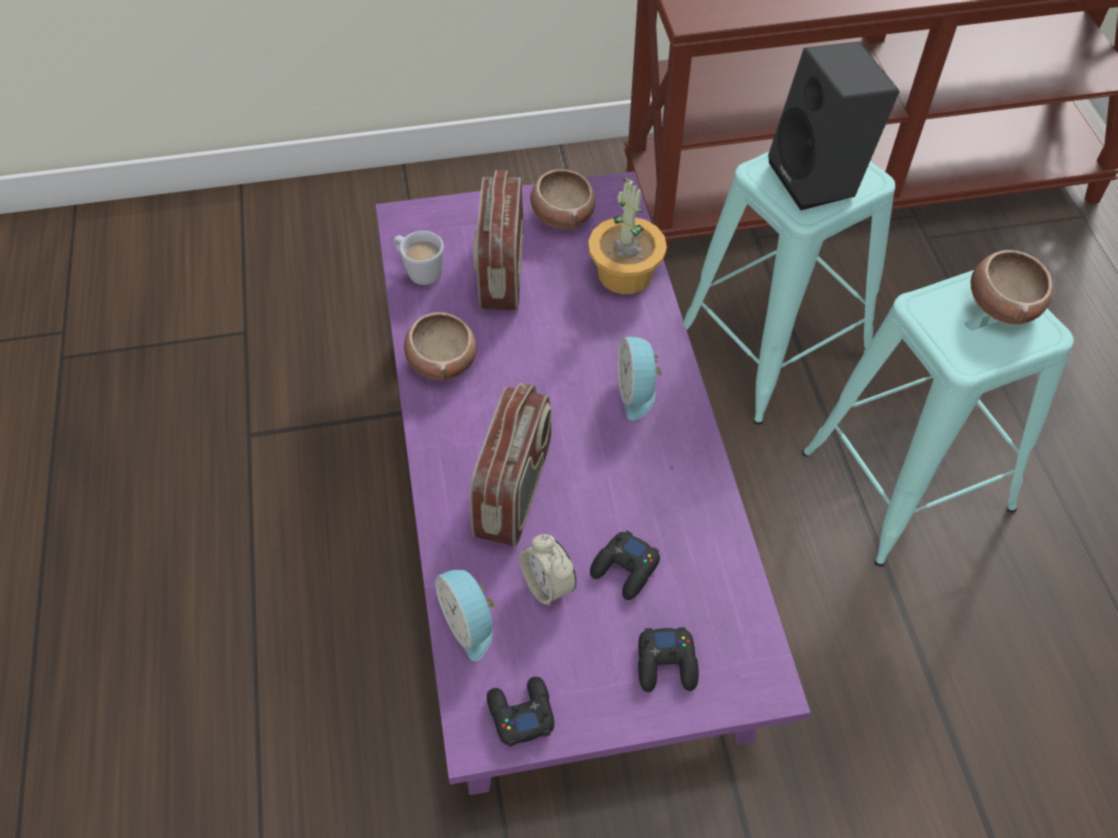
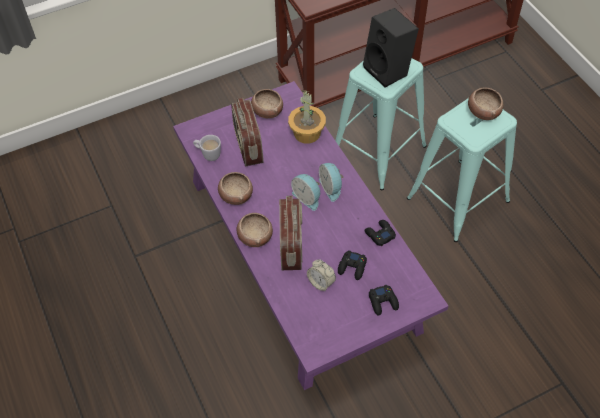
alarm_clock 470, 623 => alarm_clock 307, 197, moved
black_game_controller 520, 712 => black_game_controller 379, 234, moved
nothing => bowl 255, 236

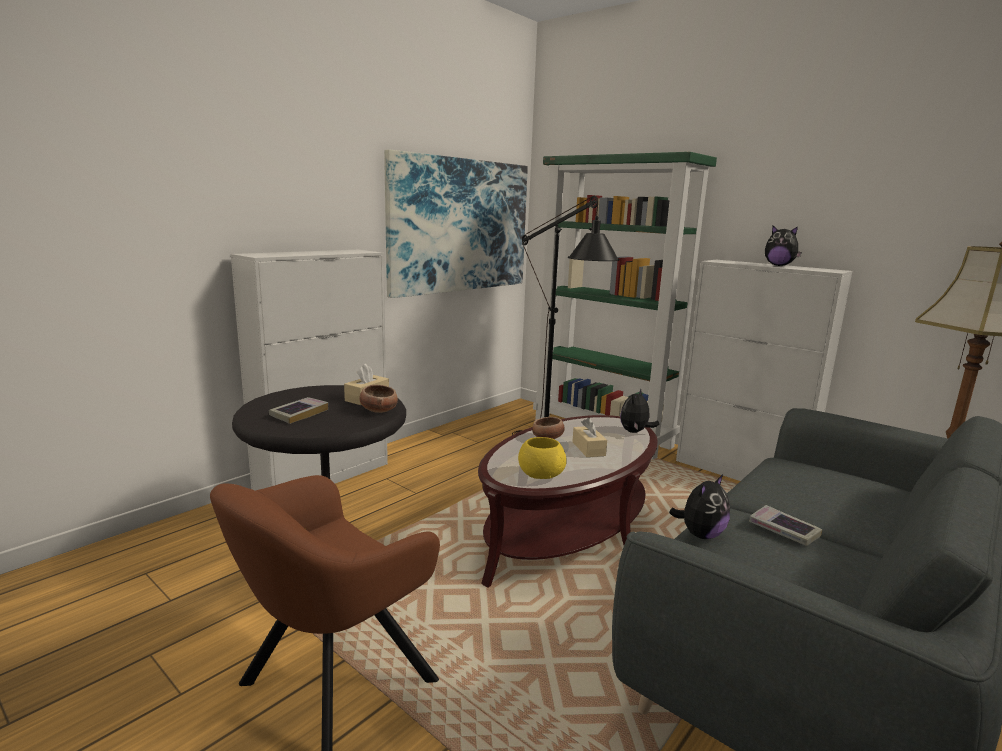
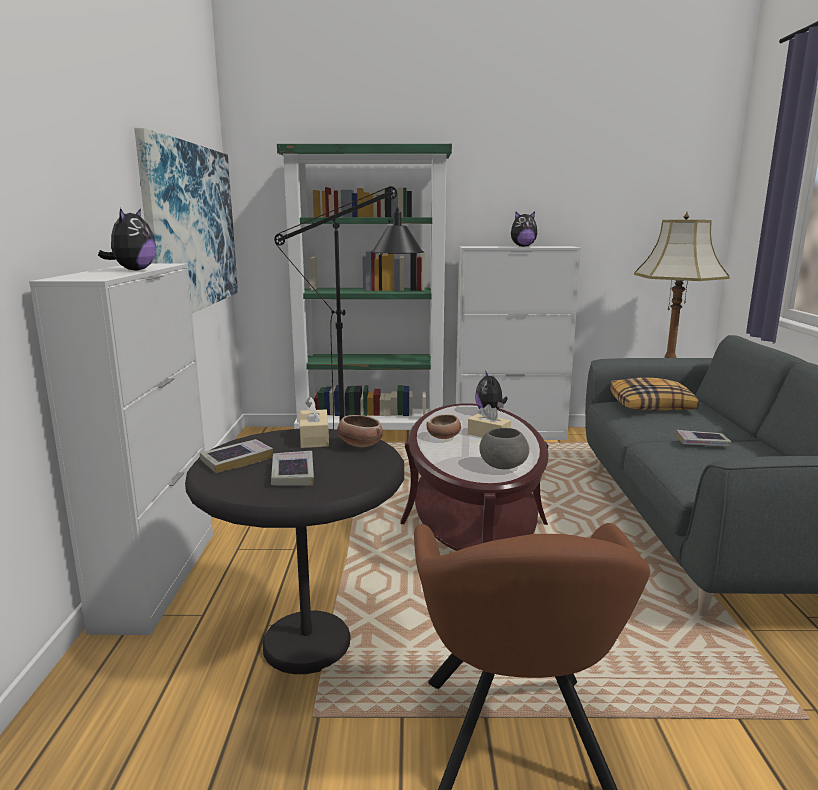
yellow_bowl 540, 475 => grey_bowl 502, 466
plush_toy 700, 534 => plush_toy 133, 270, moved
nothing => pillow 651, 405
nothing => book 237, 460

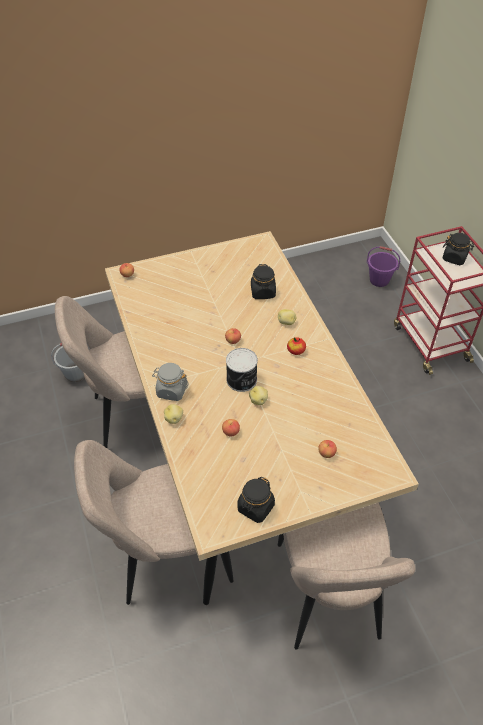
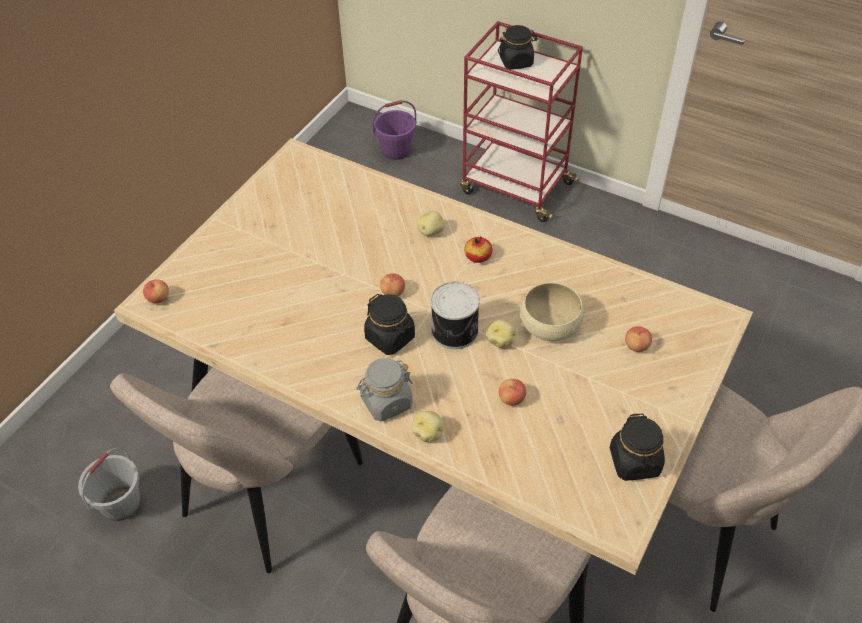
black_jar 263, 292 => black_jar 390, 337, moved
nothing => beige_bowl 550, 324

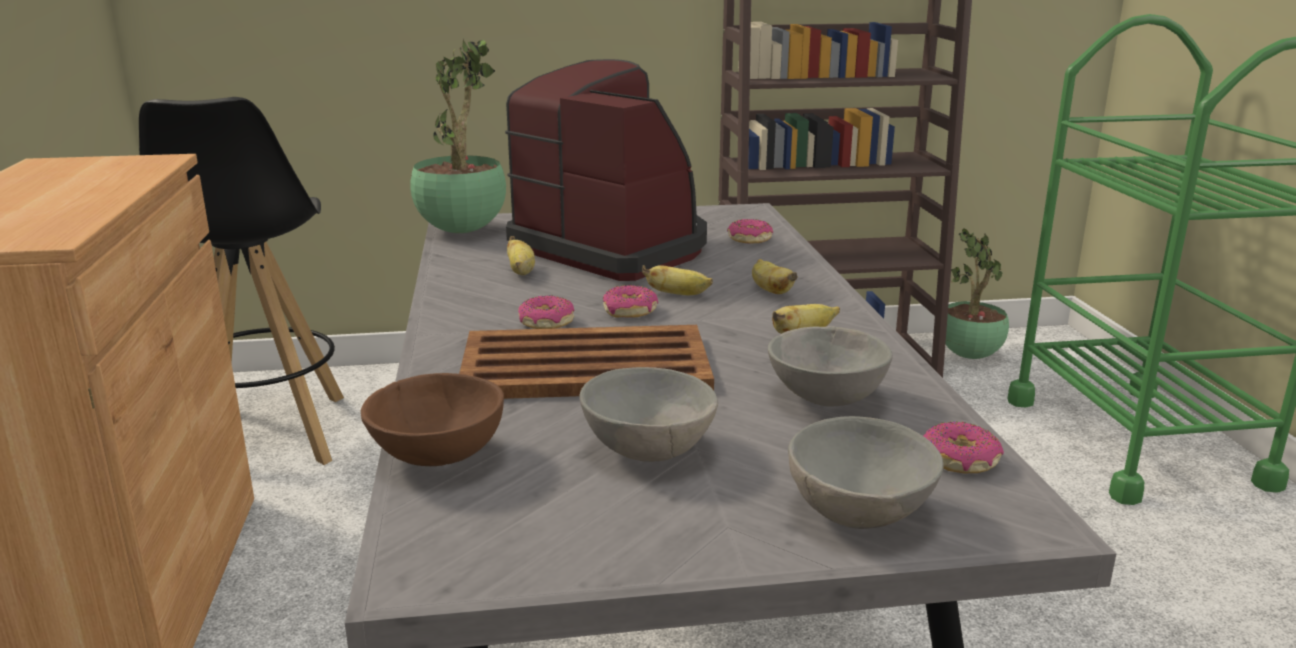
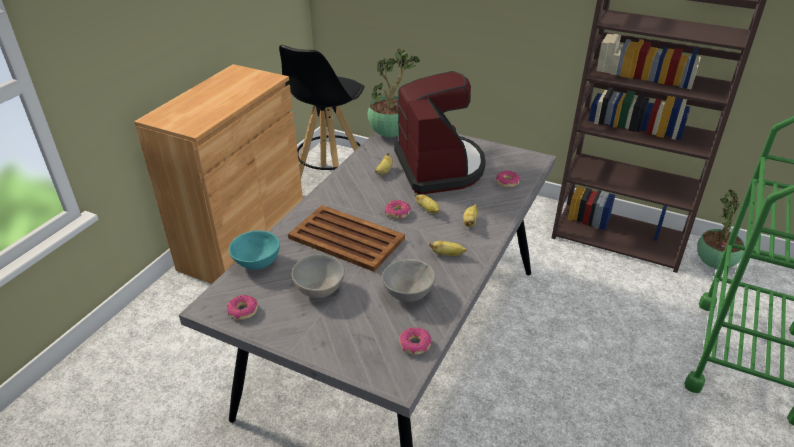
donut 546, 322 => donut 243, 311, moved
brown_bowl 437, 458 => turquoise_bowl 256, 263
grey_bowl 861, 513 => nothing

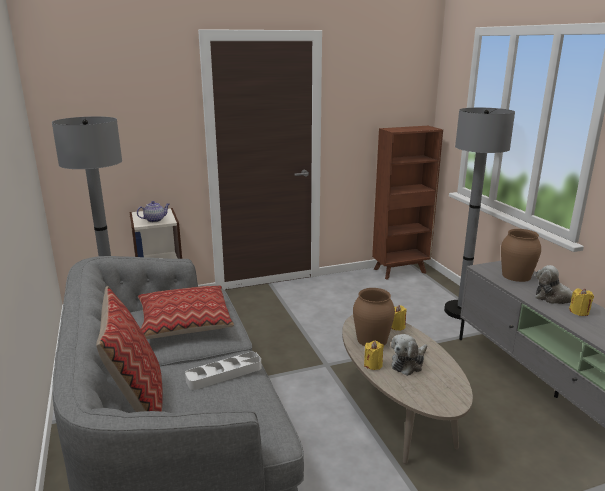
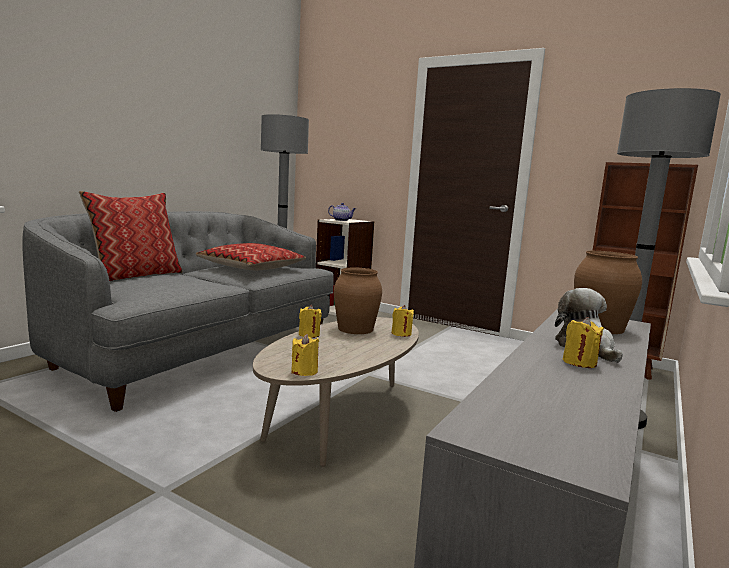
plush_toy 408, 363 => nothing
white_tray 224, 374 => nothing
nothing => yellow_candle 304, 371

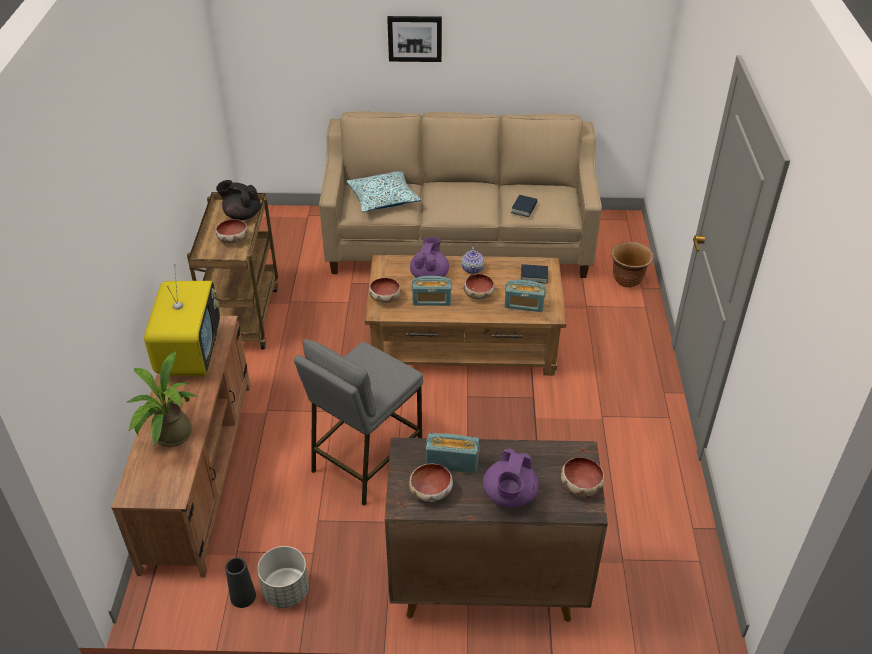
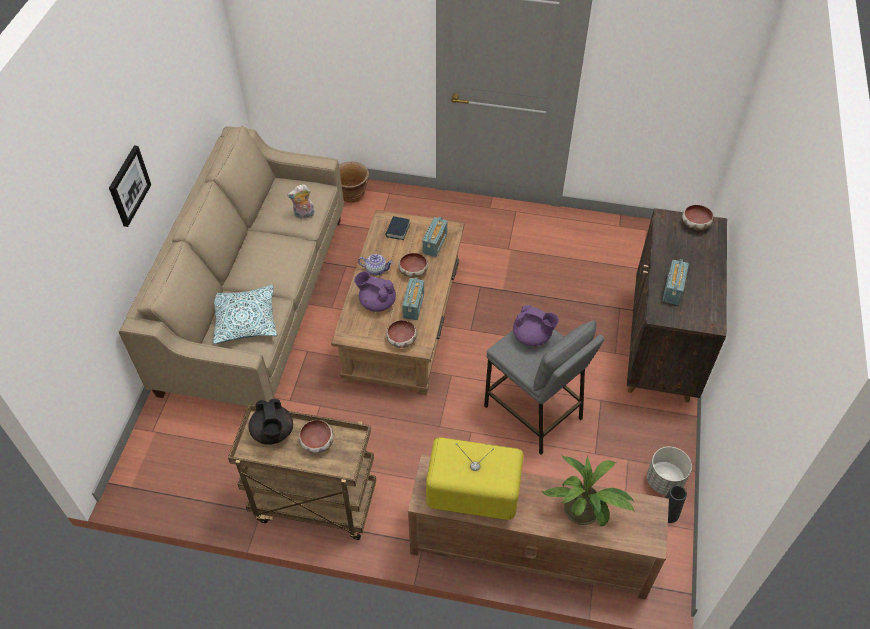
black_teapot 242, 215 => black_teapot 273, 433, 45 degrees counterclockwise
book 524, 208 => plush_toy 304, 215
purple_teapot 509, 496 => purple_teapot 532, 337, moved
bowl 431, 491 => nothing

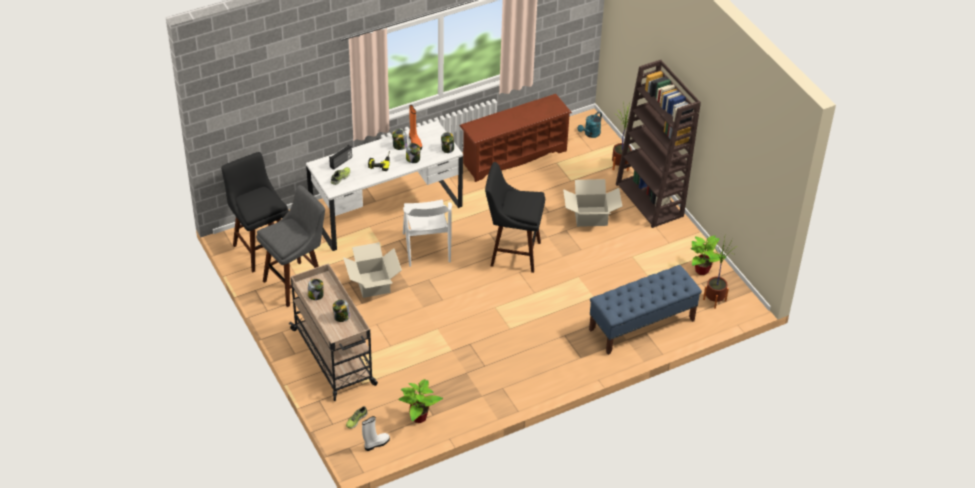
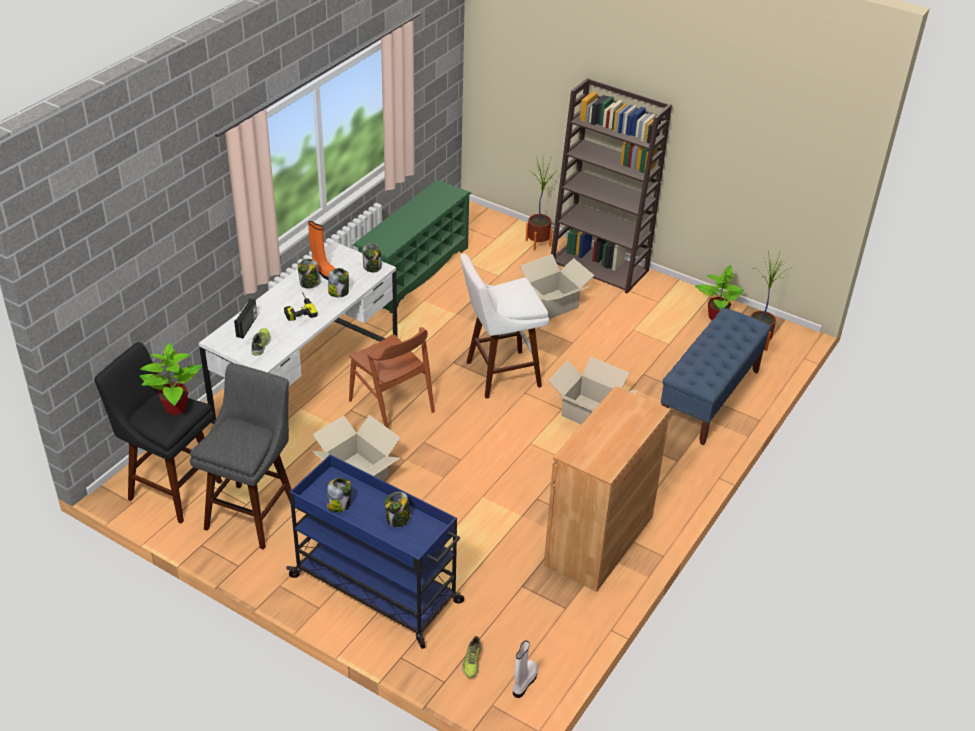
brown_shoe_rack 514, 156 => green_shoe_rack 414, 272
turquoise_watering_can 590, 134 => nothing
black_stool 512, 253 => white_stool 499, 375
white_chair 426, 248 => brown_chair 391, 406
beige_cart 334, 358 => blue_cart 378, 590
potted_plant 418, 417 => potted_plant 174, 408, moved
nothing => cardboard_box 589, 413
nothing => brown_cabinet 599, 540

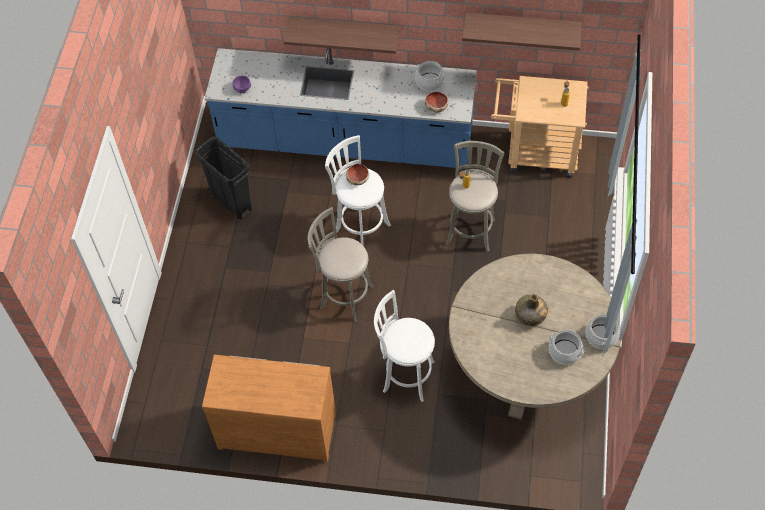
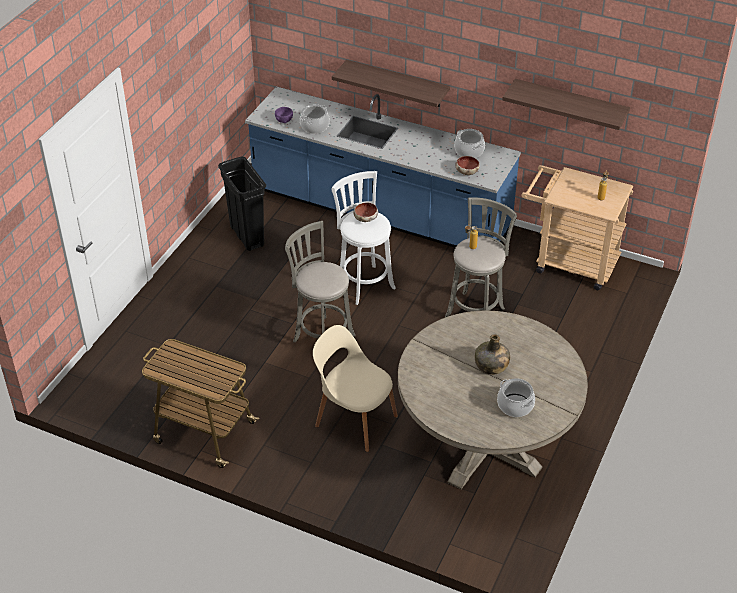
white_stool 405, 375 => beige_chair 354, 419
cooking_pot 601, 336 => cooking_pot 314, 126, moved
brown_dresser 277, 427 => cart 203, 431

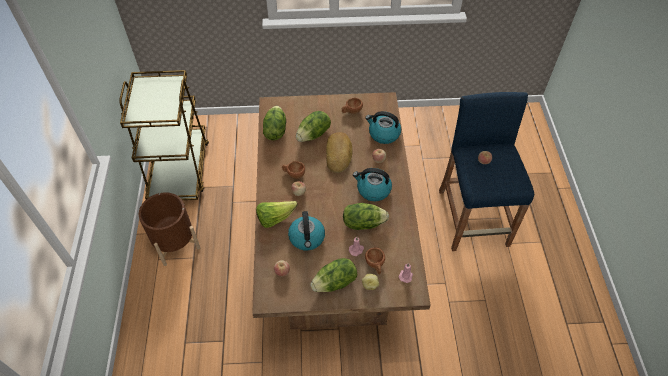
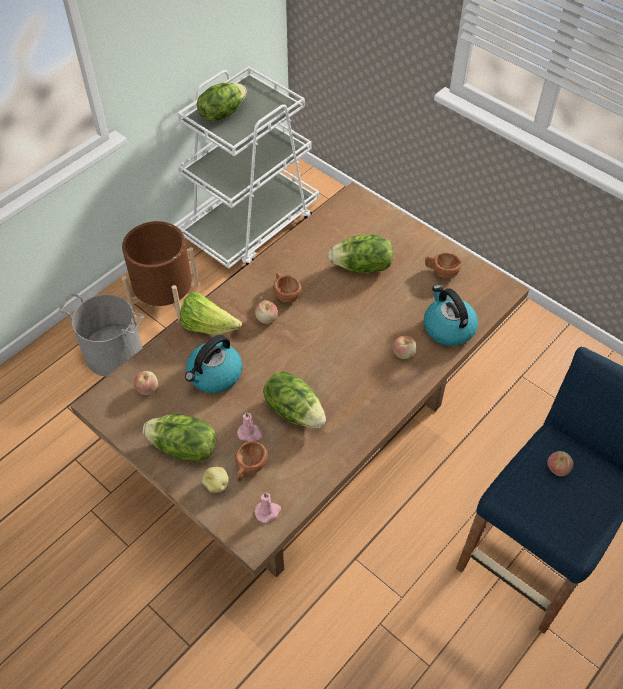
brown_cart 179, 169 => white_cart 251, 225
lettuce 275, 130 => lettuce 222, 113, moved
bread 339, 154 => nothing
kettle 373, 190 => nothing
nothing => grey_bucket 114, 352

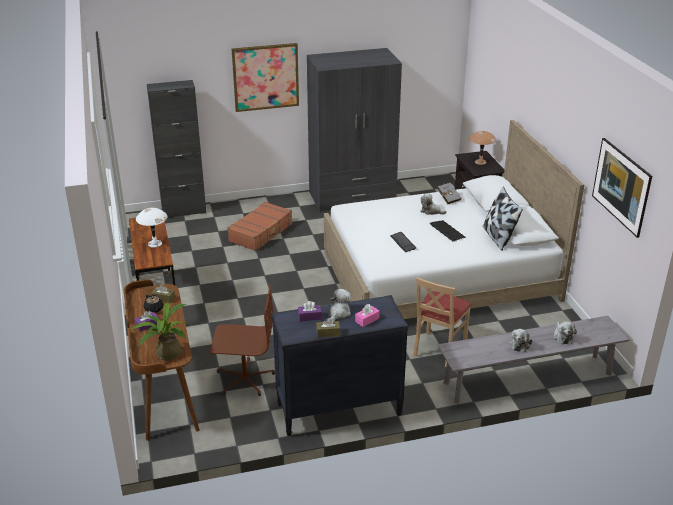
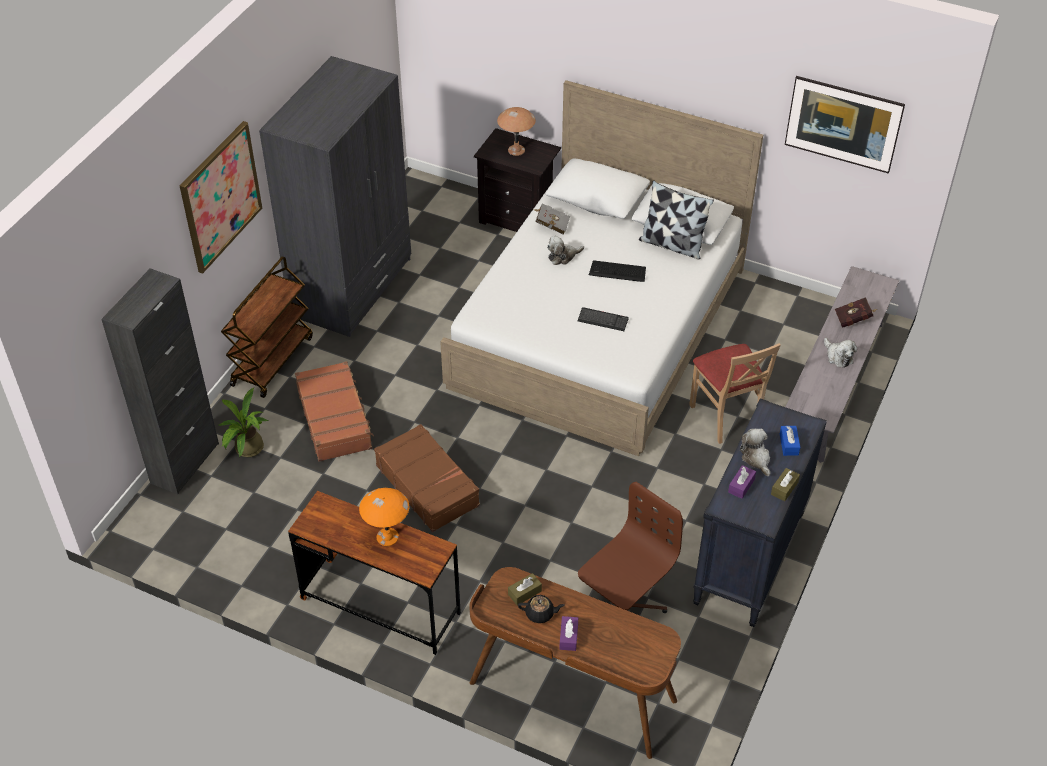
white_table_lamp 154, 243 => orange_table_lamp 387, 537
potted_plant 165, 353 => potted_plant 246, 450, moved
pink_tissue_box 367, 320 => blue_tissue_box 789, 444
plush_toy 562, 336 => red_book 854, 319
nothing => brown_cart 272, 360
nothing => brown_suitcase 428, 485

